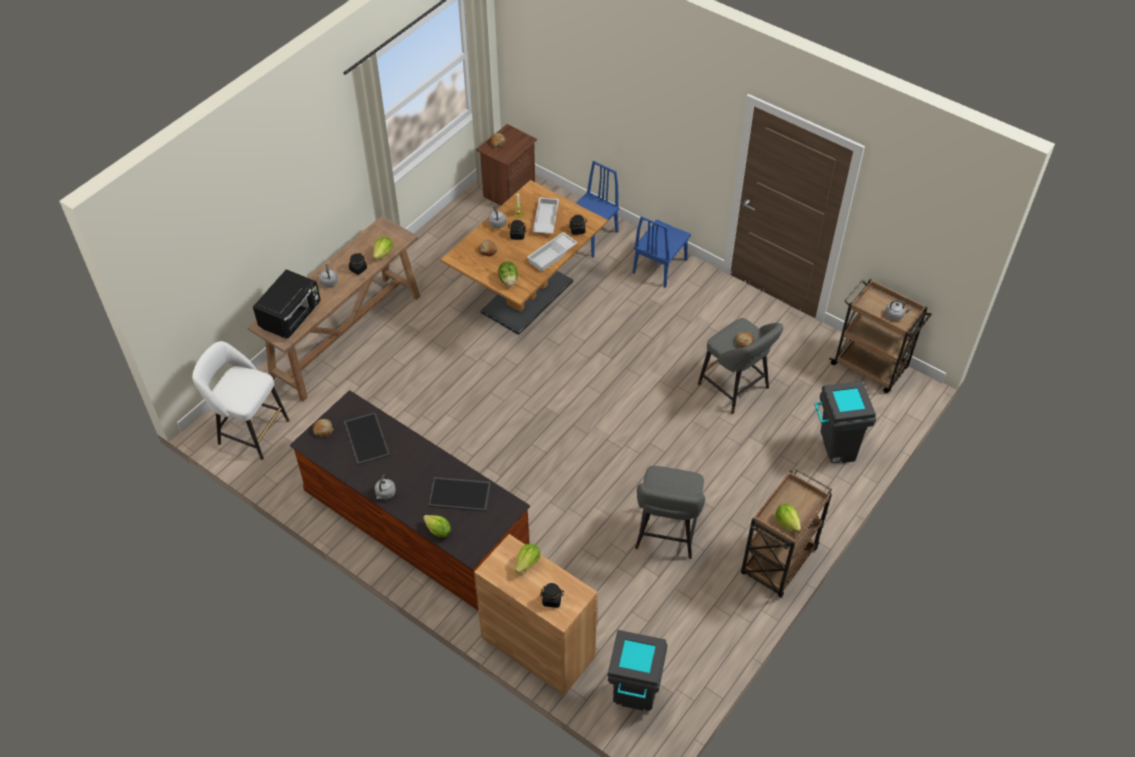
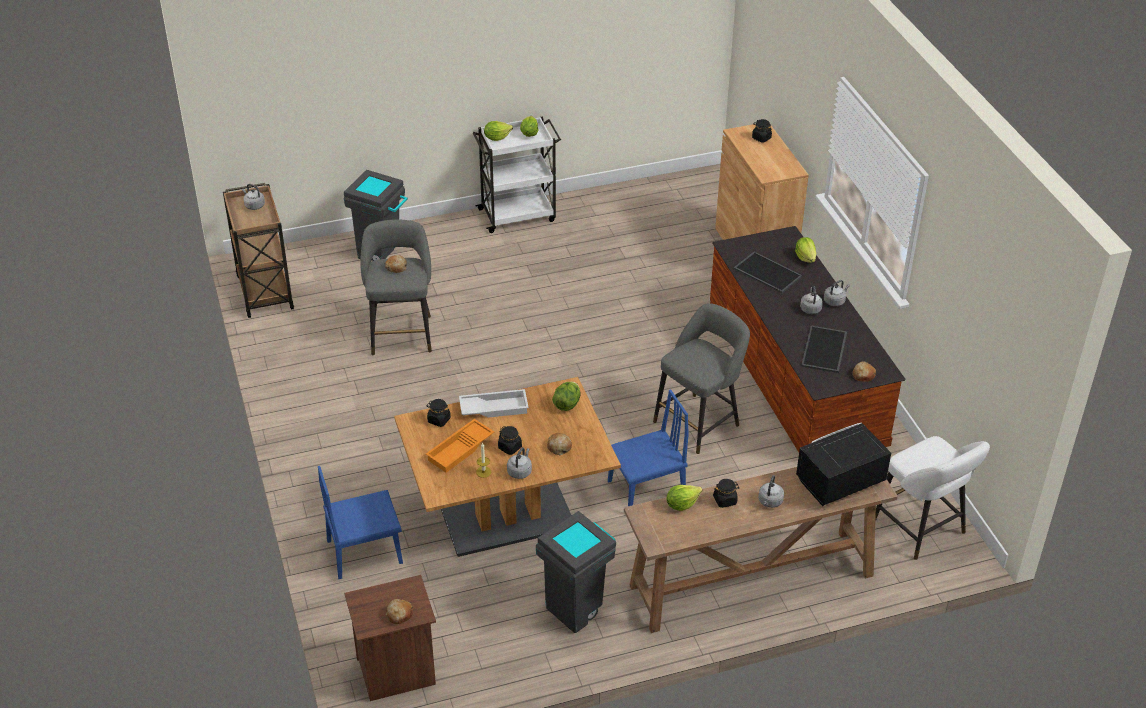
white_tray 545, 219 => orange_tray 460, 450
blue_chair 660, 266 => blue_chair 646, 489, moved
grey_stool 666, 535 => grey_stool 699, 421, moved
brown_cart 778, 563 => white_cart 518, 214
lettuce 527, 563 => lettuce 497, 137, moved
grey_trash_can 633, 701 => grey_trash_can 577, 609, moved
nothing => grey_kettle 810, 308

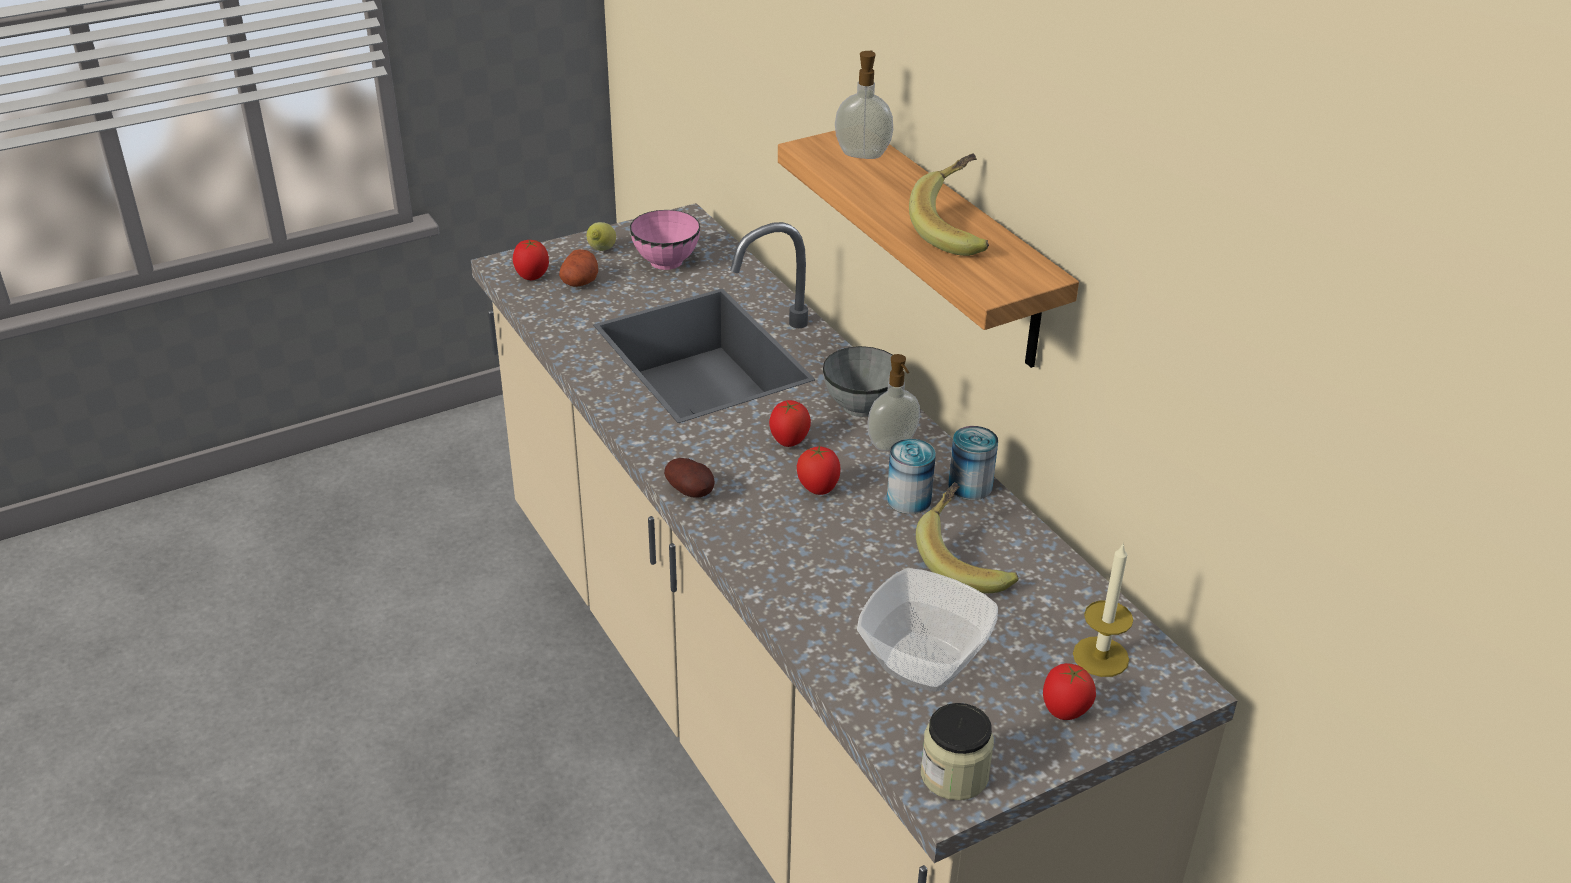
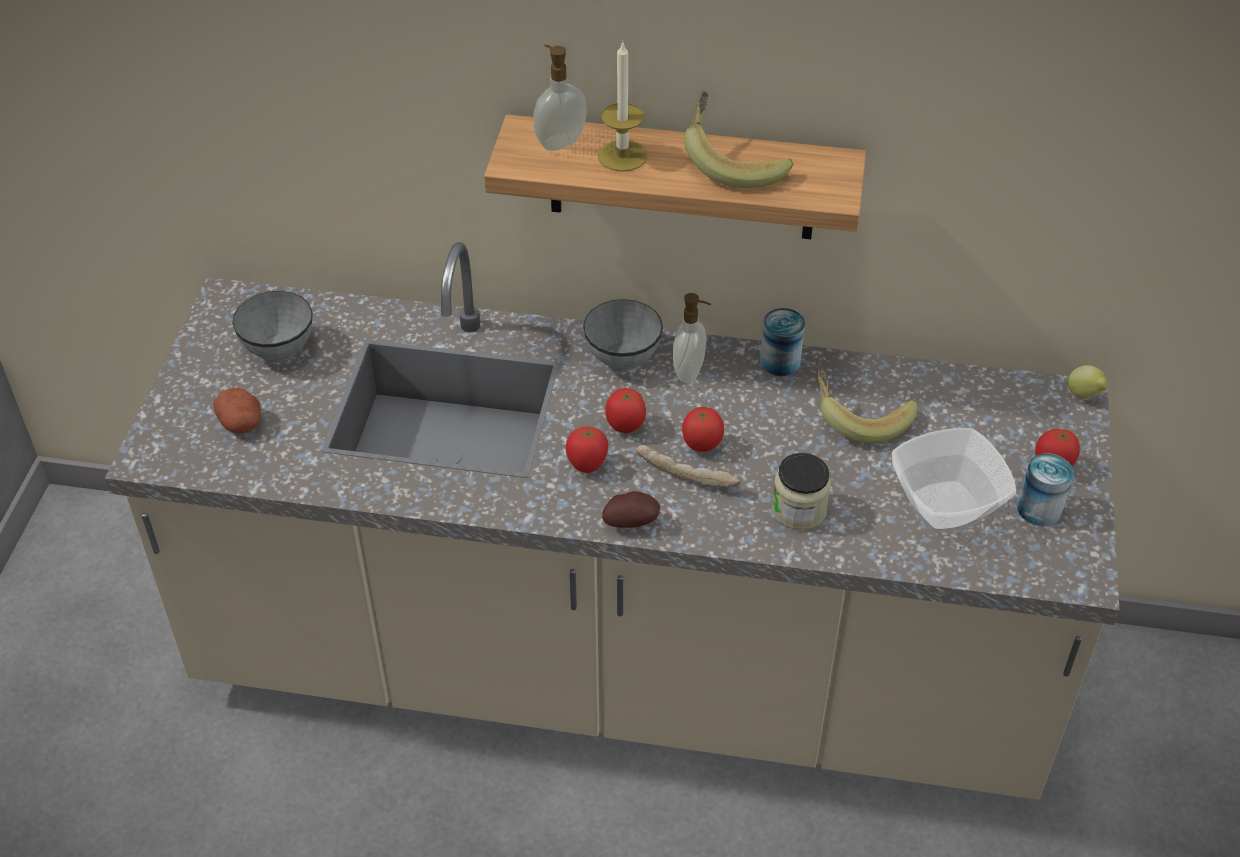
pink_bowl 666, 261 => grey_bowl 279, 349
lemon 601, 251 => lemon 1084, 396, moved
tomato 532, 277 => tomato 587, 466, moved
can 908, 499 => can 1039, 509, moved
candle 1100, 656 => candle 622, 156, moved
jar 954, 775 => jar 799, 510, moved
nothing => bread 687, 473

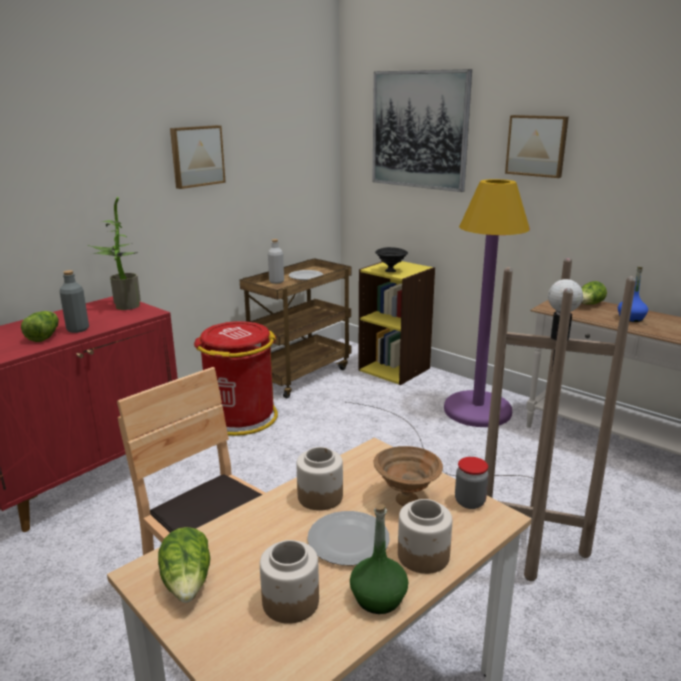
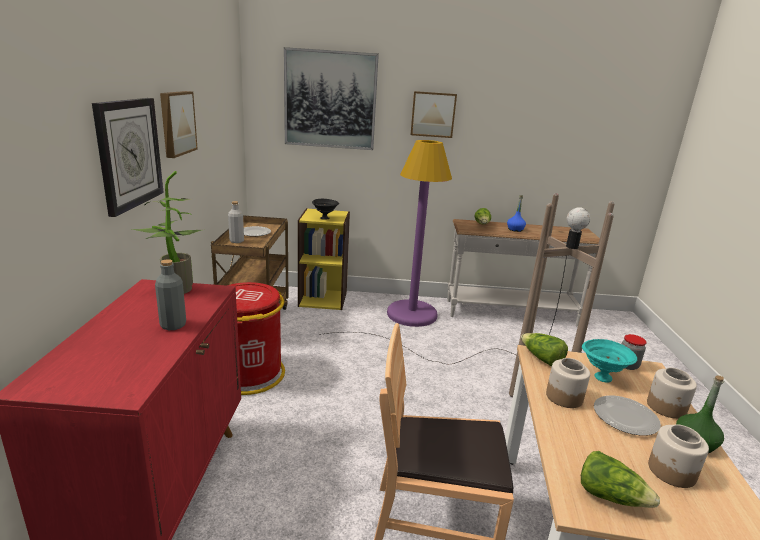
lettuce 44, 336 => lettuce 541, 359, moved
brown_bowl 405, 499 => turquoise_bowl 601, 377
nothing => wall_clock 129, 153

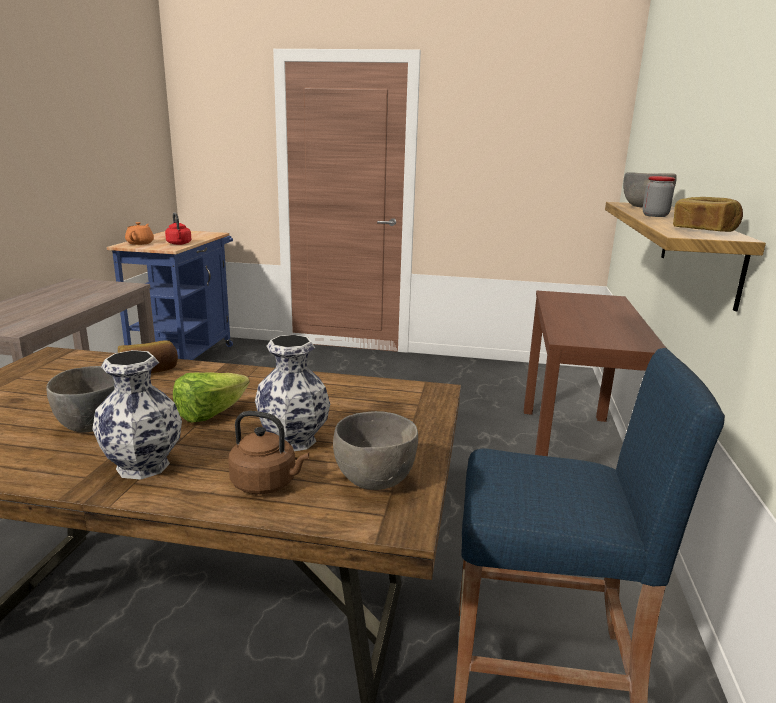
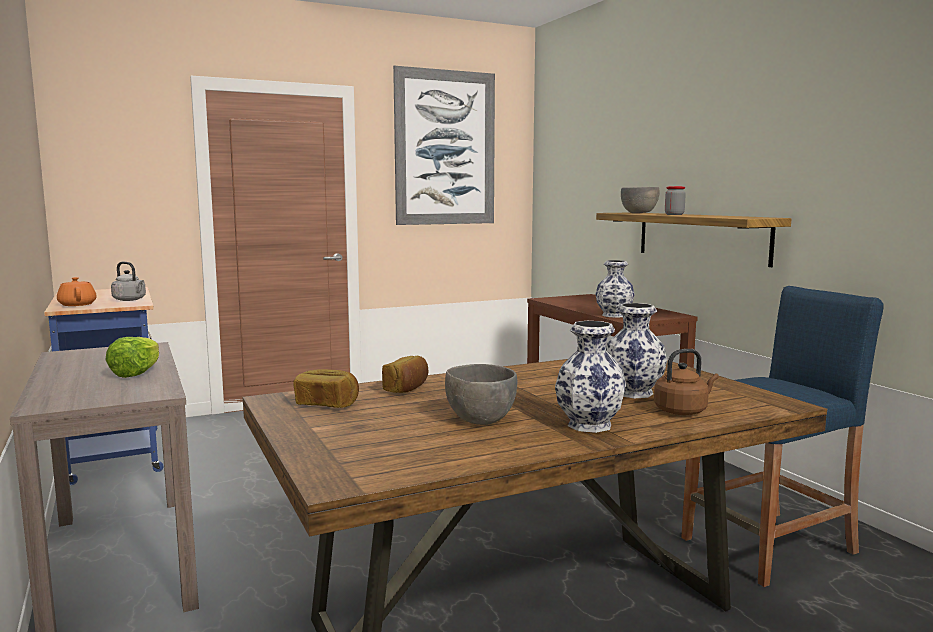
bread 704, 230 => bread 327, 404, moved
red_kettle 179, 244 => grey_kettle 130, 300
lettuce 210, 414 => lettuce 137, 373, moved
grey_bowl 374, 481 => nothing
nothing => picture 445, 148
nothing => vase 613, 315

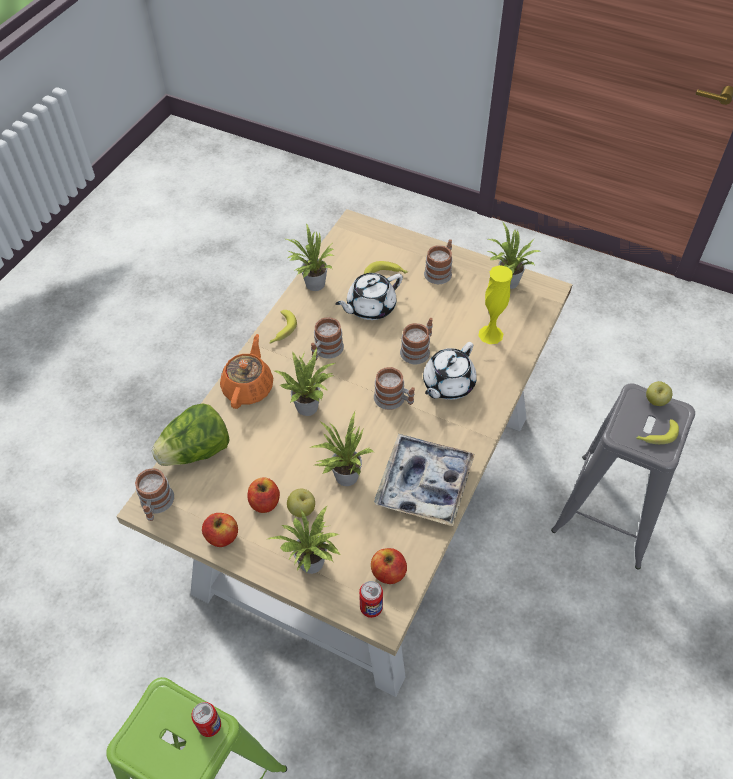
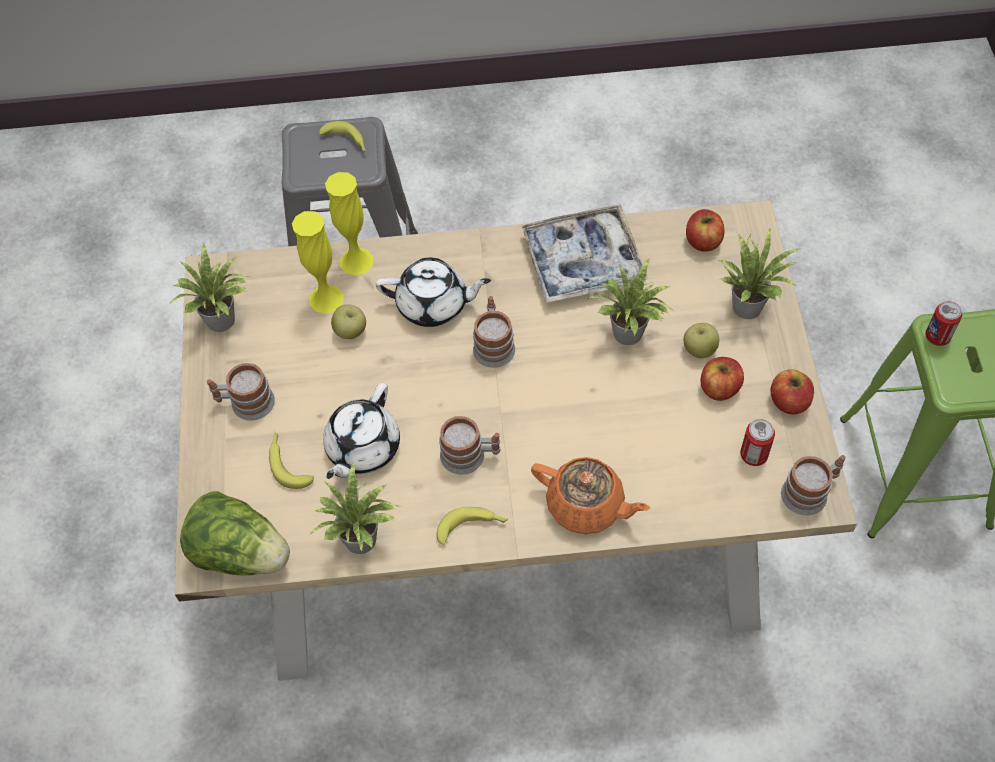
white_teapot 370, 307 => white_teapot 362, 448, 90 degrees clockwise
mug 418, 350 => nothing
orange_teapot 248, 387 => orange_teapot 587, 506, 135 degrees counterclockwise
potted_plant 309, 405 => nothing
apple 655, 401 => apple 350, 331, moved
lettuce 196, 451 => lettuce 241, 552, moved
can 371, 607 => can 753, 455, moved
nothing => yellow_vase 356, 261

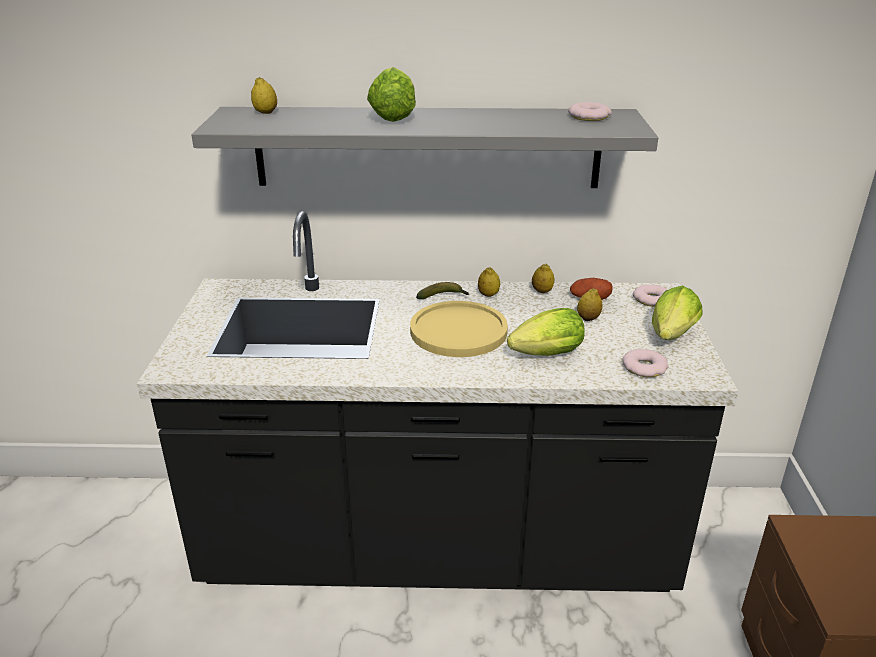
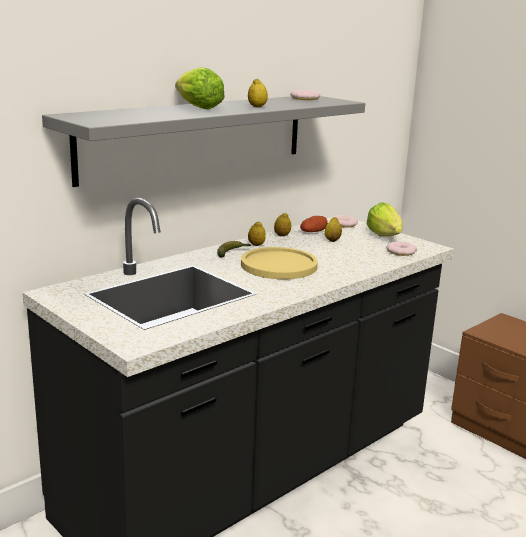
lemon 265, 112 => lemon 257, 107, moved
lettuce 543, 356 => nothing

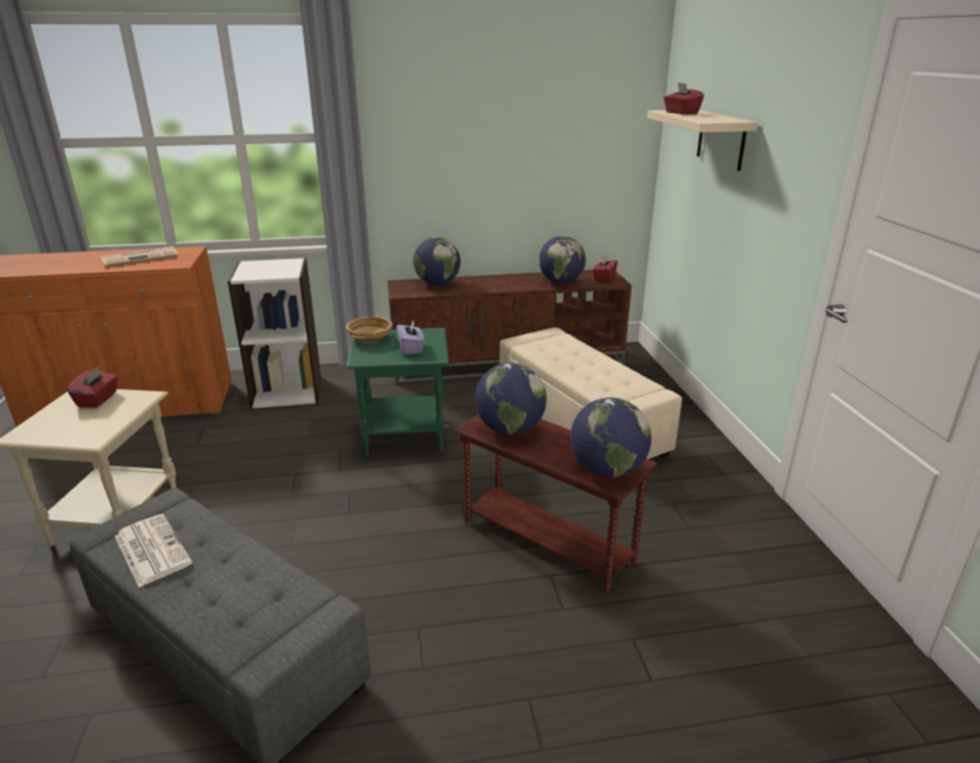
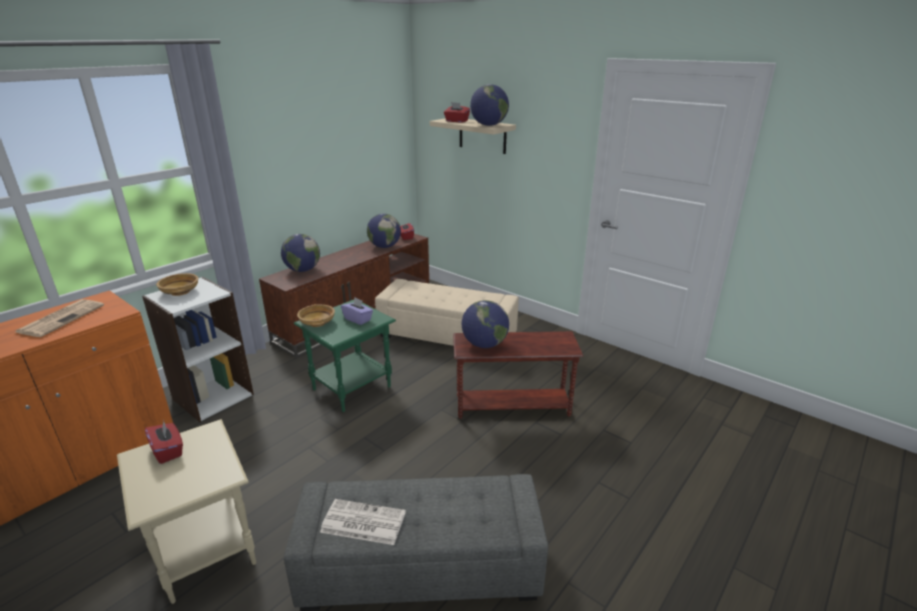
globe 607, 470 => globe 489, 125, moved
nothing => beige_bowl 180, 292

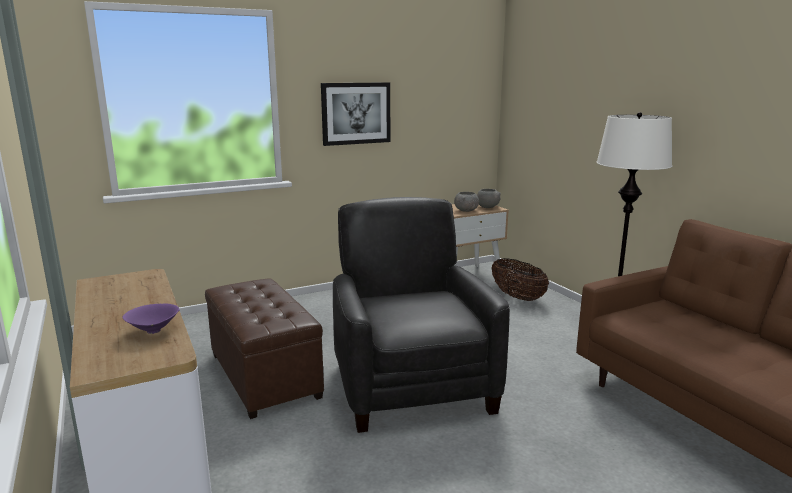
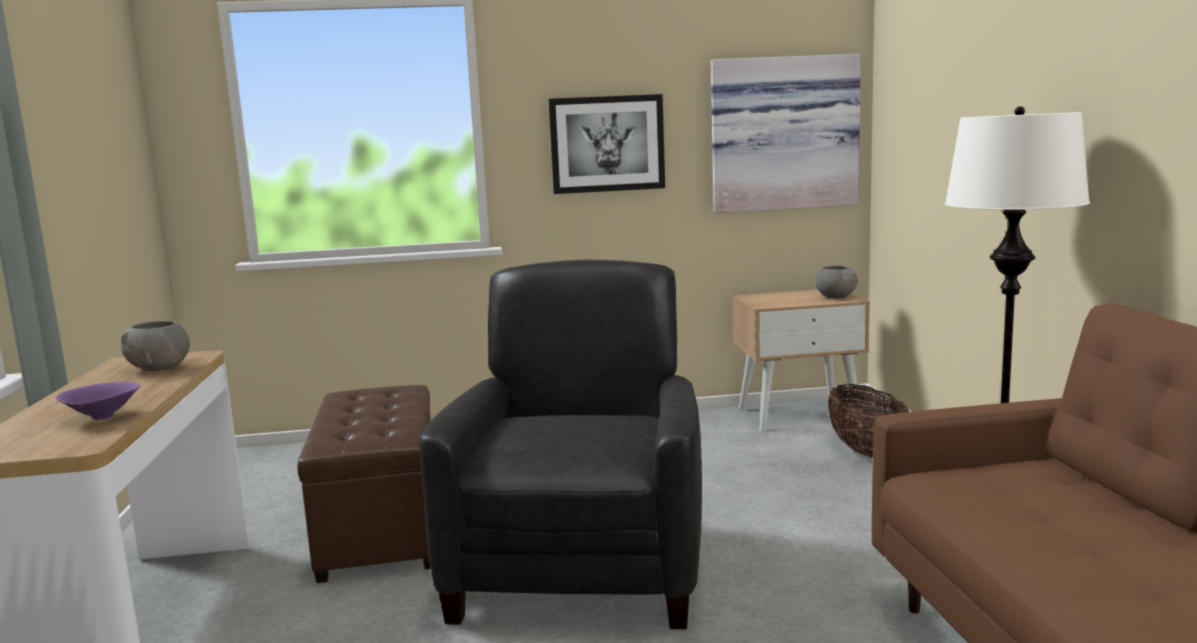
grey_bowl 466, 210 => grey_bowl 160, 368, moved
nothing => picture 783, 134

